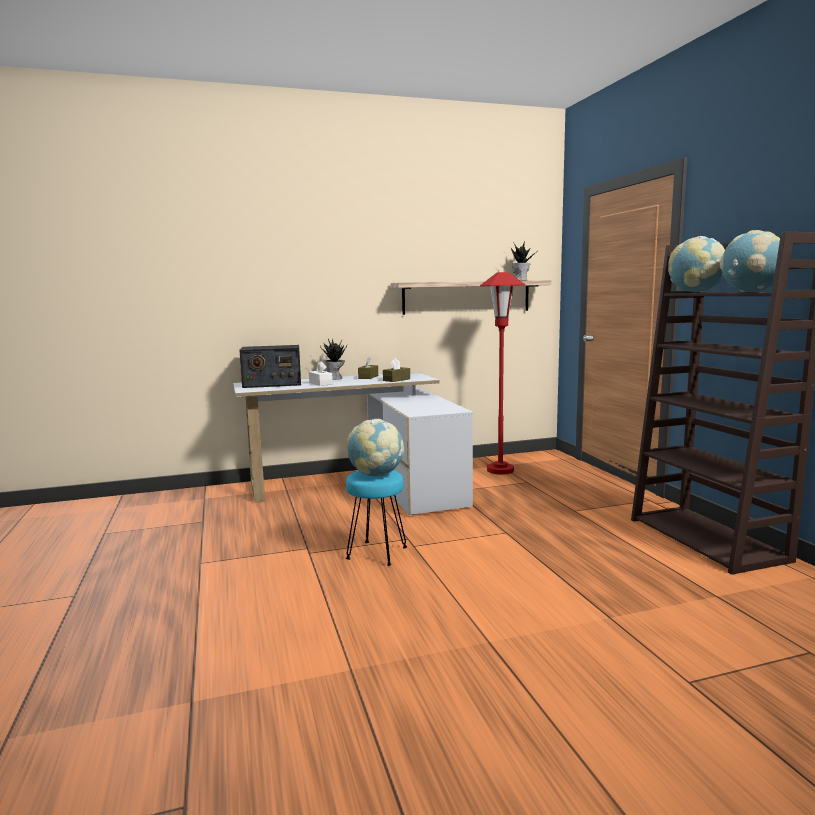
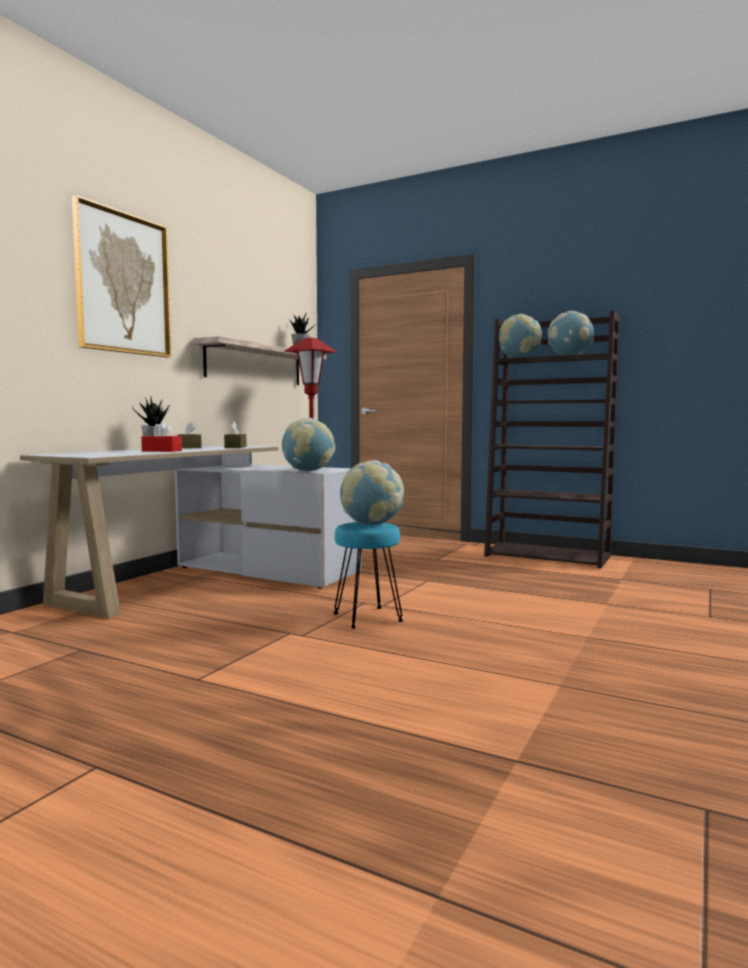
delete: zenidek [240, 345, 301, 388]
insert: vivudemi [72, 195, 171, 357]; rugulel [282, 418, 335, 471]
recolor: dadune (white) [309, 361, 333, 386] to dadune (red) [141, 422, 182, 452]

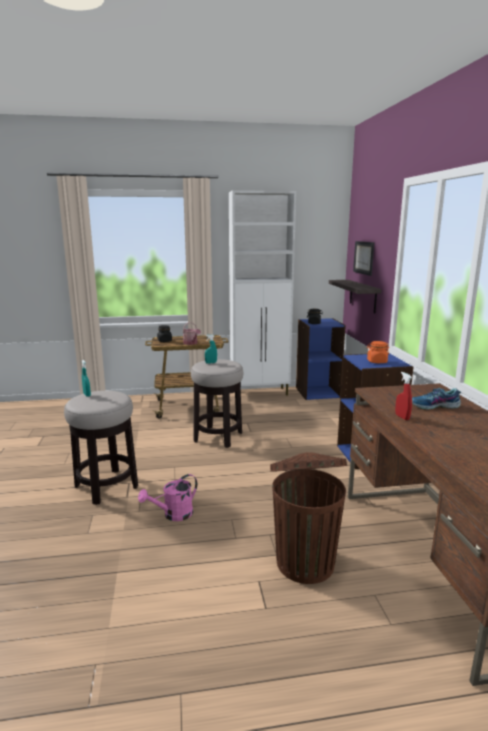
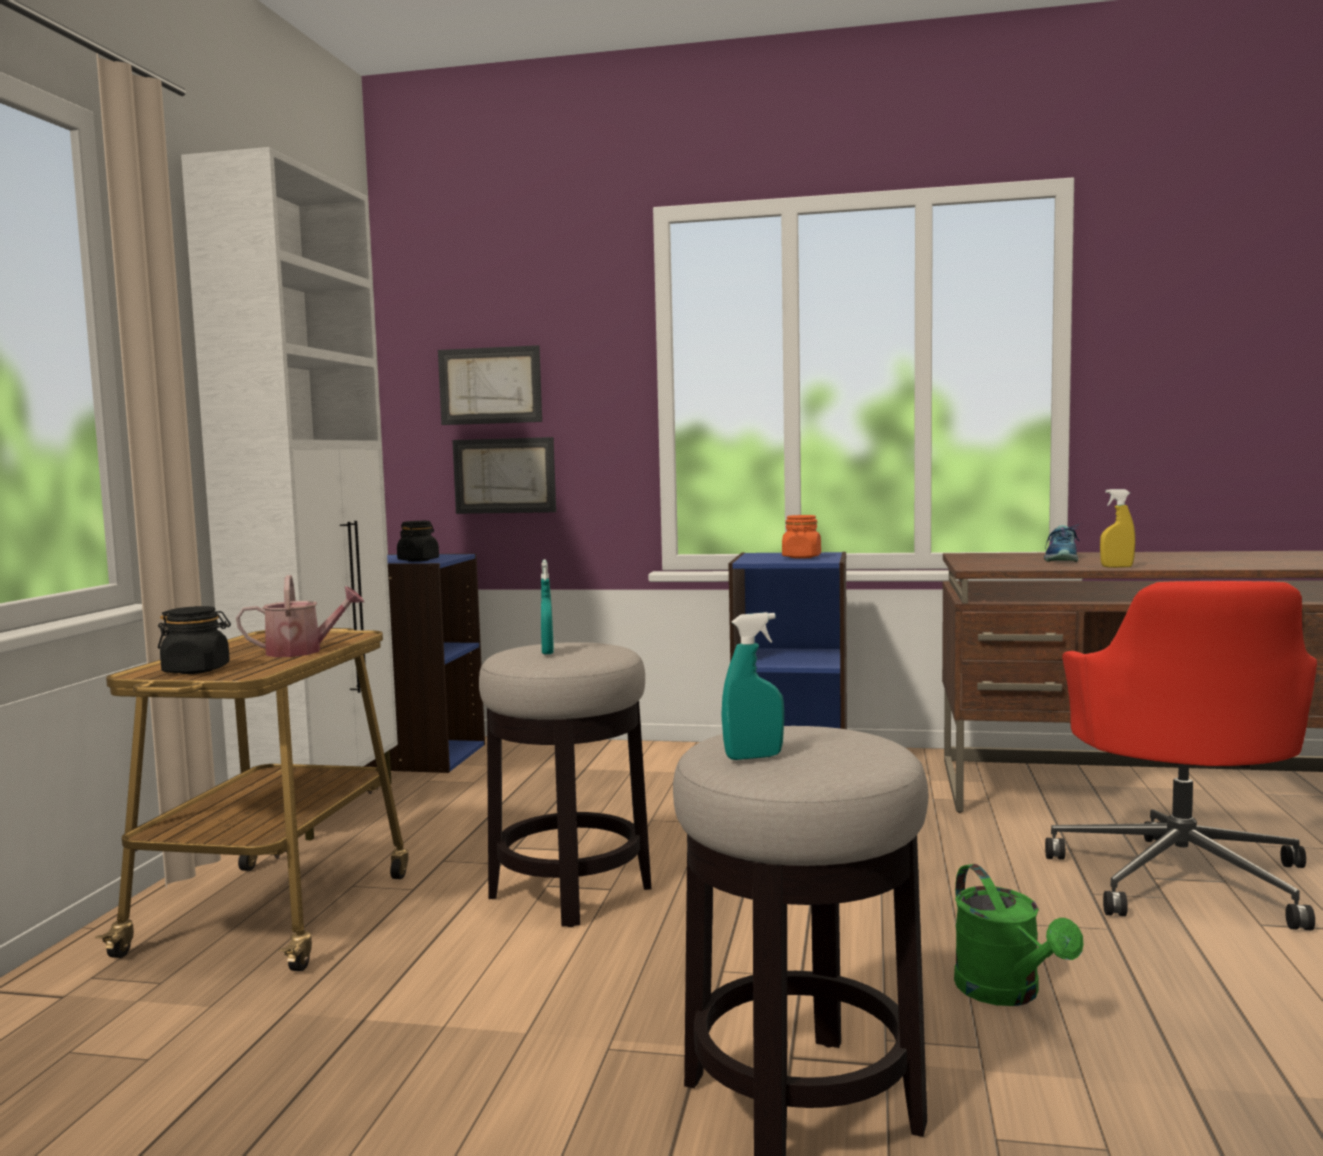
replace: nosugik [329, 280, 382, 314] to vivudemi [452, 437, 556, 514]; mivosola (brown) [270, 452, 347, 584] to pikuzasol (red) [1045, 581, 1317, 930]
recolor: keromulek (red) [395, 372, 412, 420] to keromulek (yellow) [1100, 489, 1135, 568]; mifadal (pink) [138, 474, 197, 521] to mifadal (green) [954, 864, 1084, 1006]

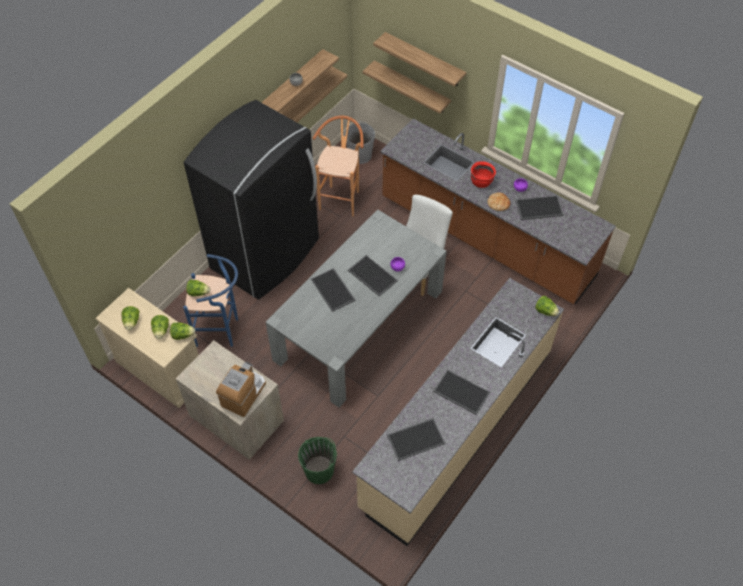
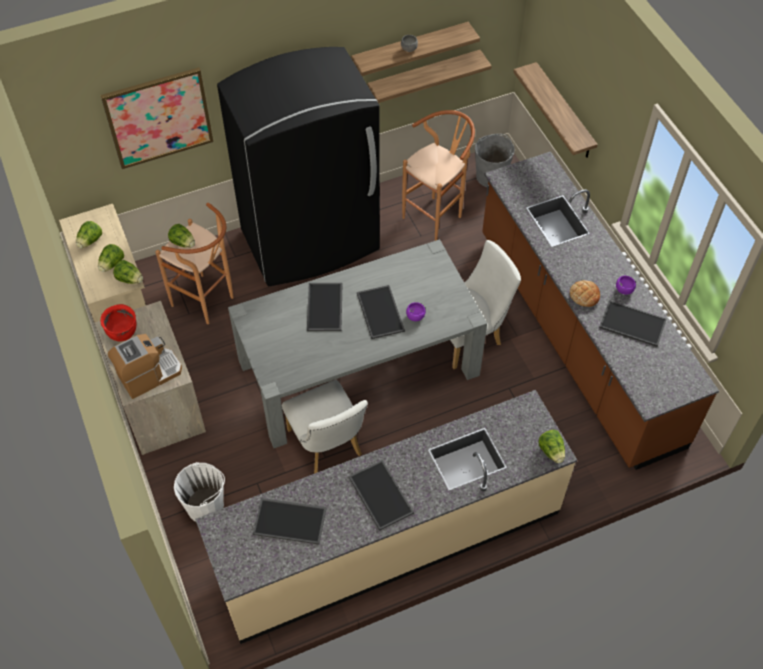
delete: nosugik [373, 32, 466, 87]
insert: vivudemi [100, 67, 214, 169]; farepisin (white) [282, 380, 368, 474]
move: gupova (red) [471, 161, 496, 188] to [101, 304, 137, 342]
recolor: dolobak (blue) [183, 254, 238, 347] to dolobak (brown) [155, 203, 234, 324]; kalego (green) [298, 437, 337, 484] to kalego (white) [174, 462, 225, 522]

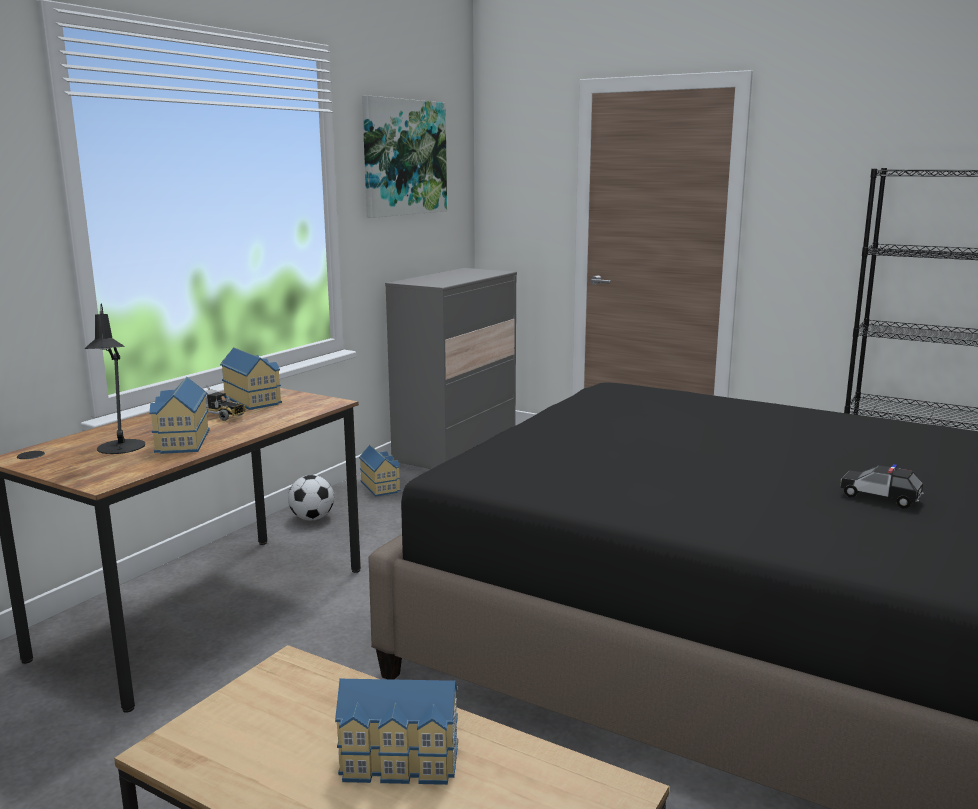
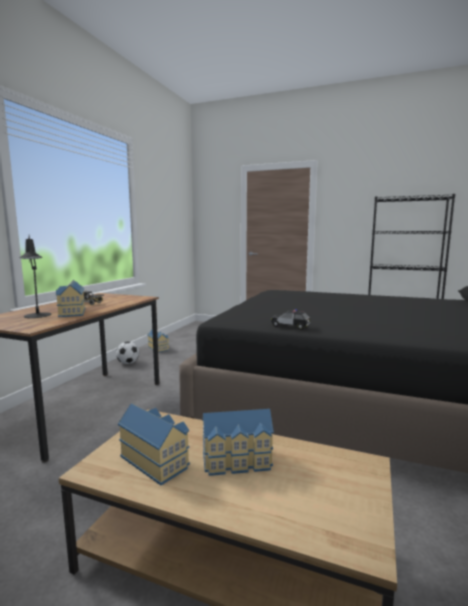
delete: vivudemi [362, 95, 447, 218]; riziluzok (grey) [385, 268, 517, 469]
move: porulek [220, 347, 282, 410] to [118, 403, 190, 485]; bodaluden [840, 464, 924, 509] to [271, 309, 311, 330]

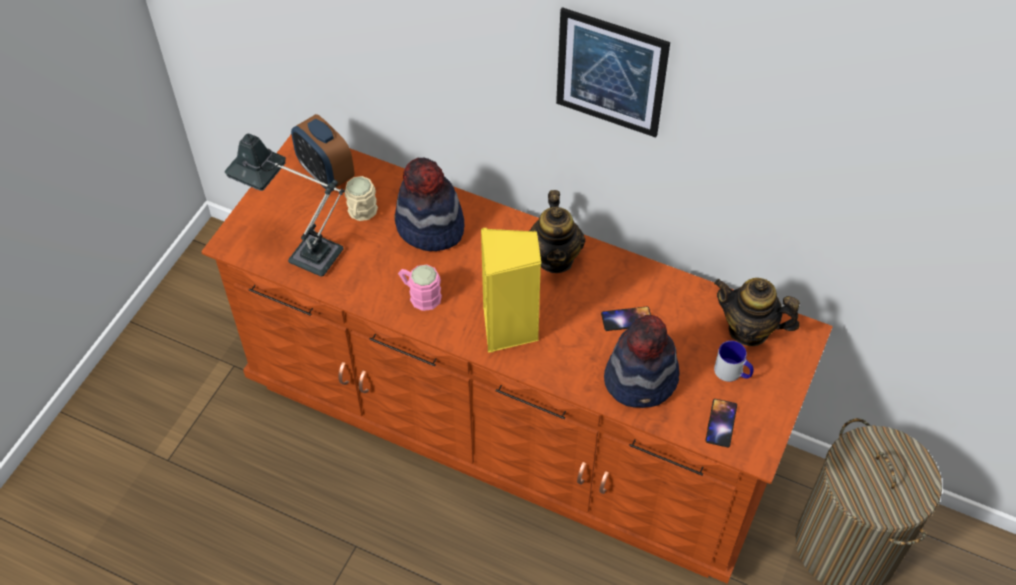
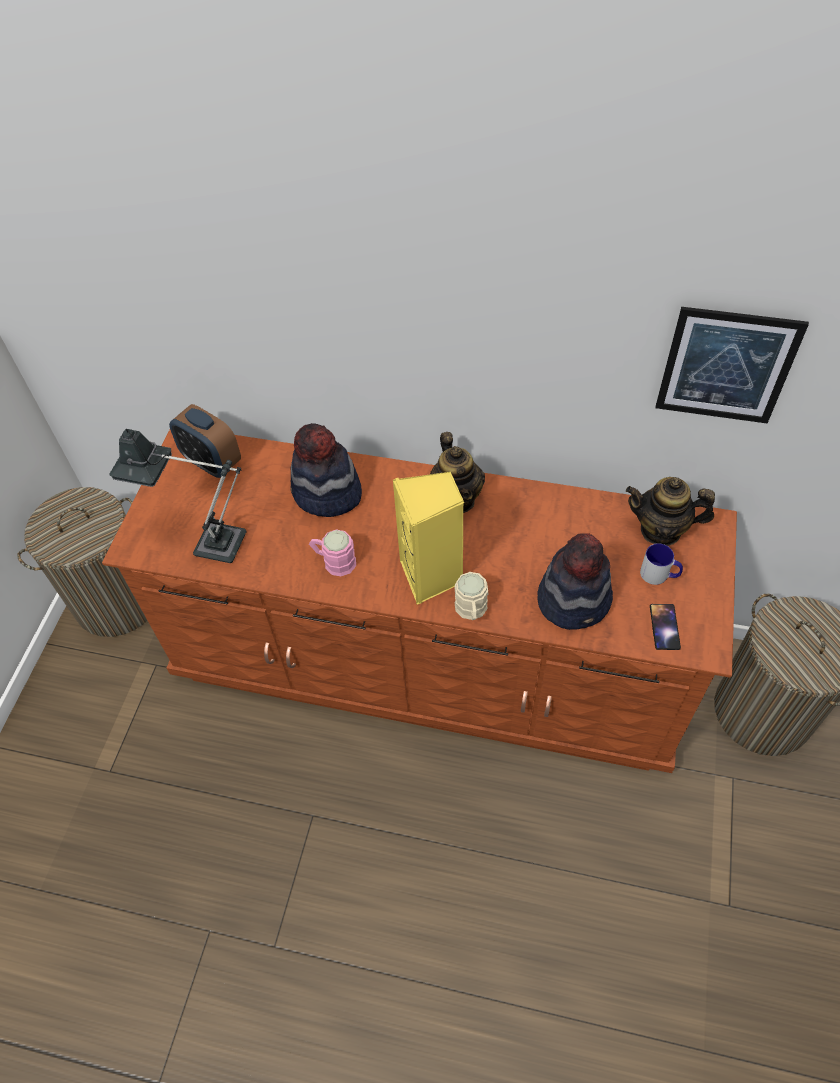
delete: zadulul [601, 307, 651, 331]
insert: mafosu [17, 487, 147, 637]
move: vivudemi [556, 7, 670, 138] to [655, 307, 809, 424]; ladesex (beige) [345, 176, 378, 221] to [455, 572, 488, 620]

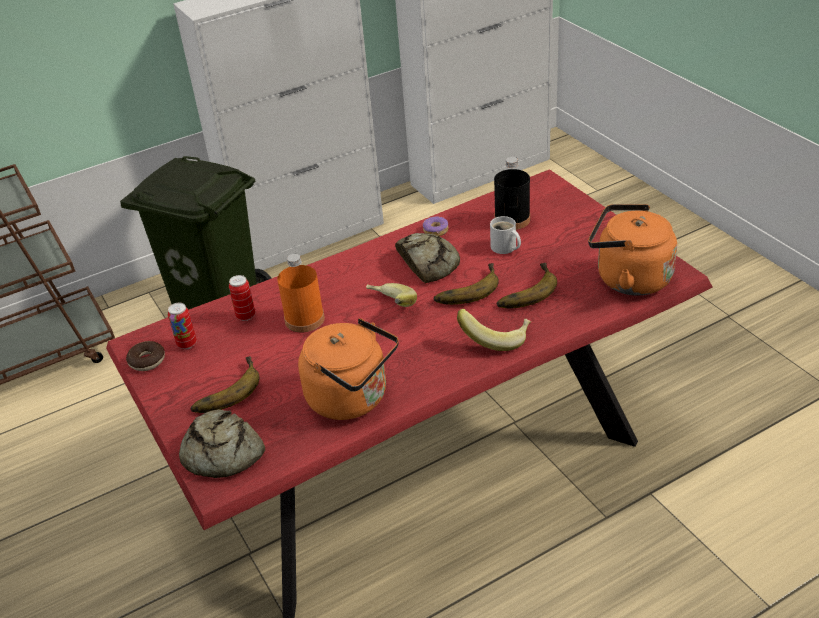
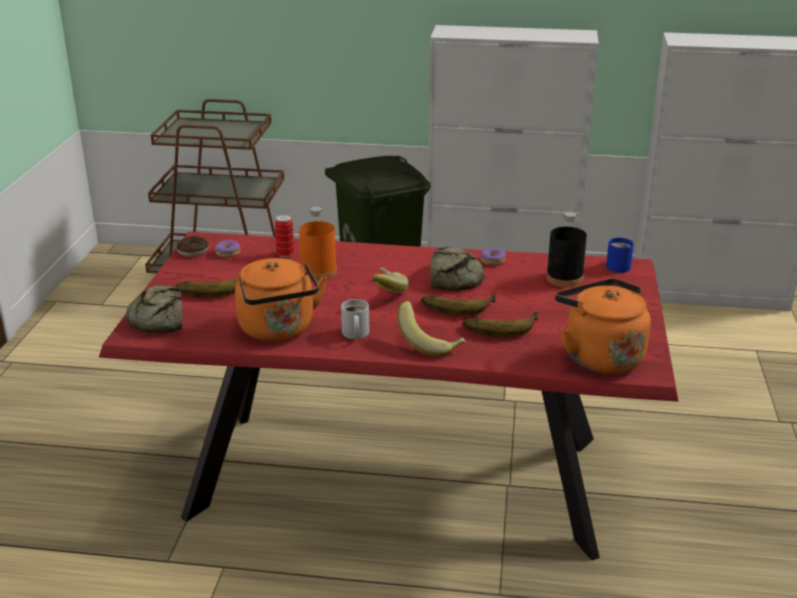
insert: ladesex (blue) [606, 238, 634, 273]
move: ladesex (white) [490, 216, 521, 254] to [341, 299, 369, 339]
replace: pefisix [168, 303, 197, 349] to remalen [215, 240, 240, 258]

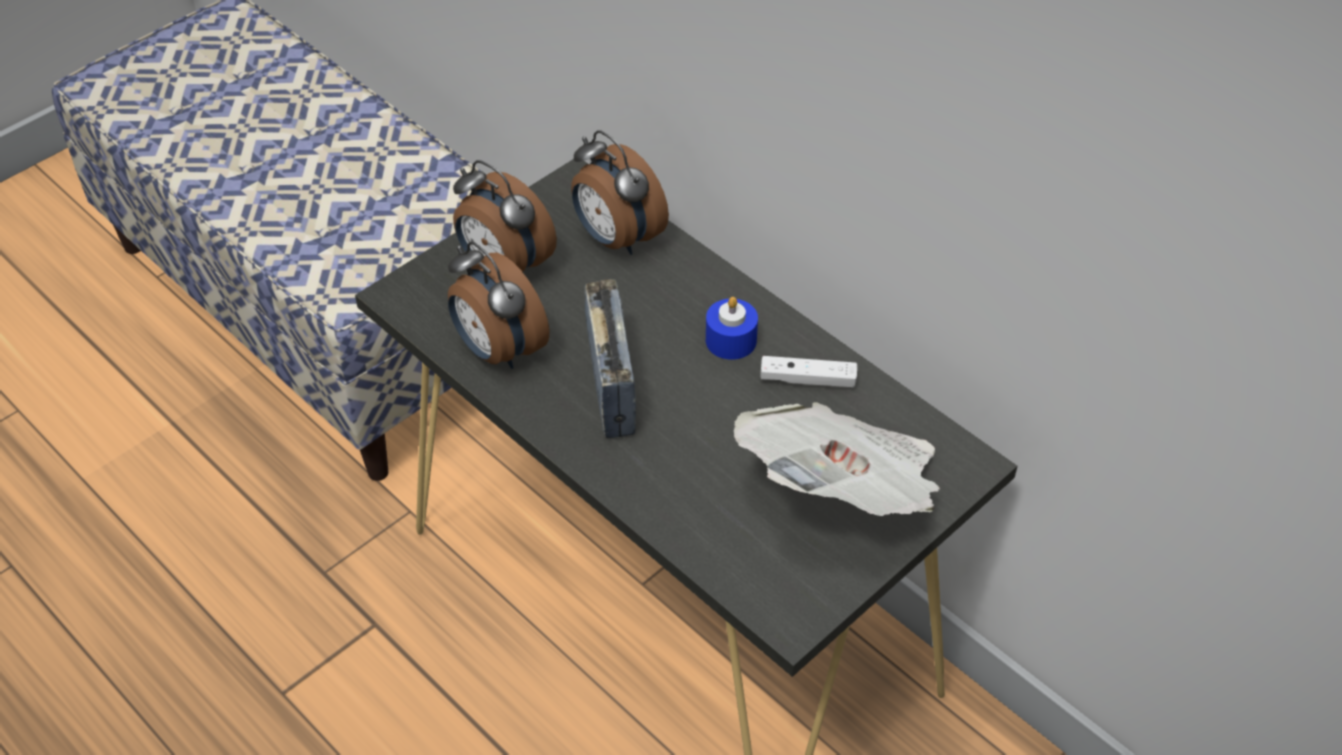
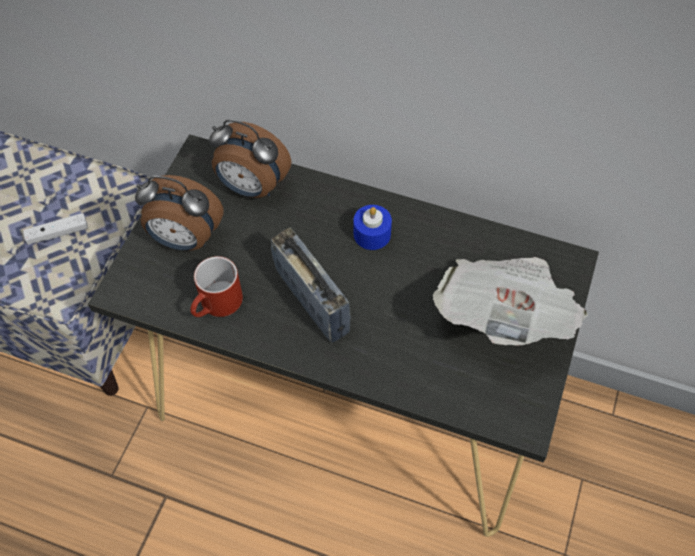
move: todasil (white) [760, 356, 857, 388] to [23, 213, 88, 245]
replace: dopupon [448, 241, 550, 369] to ladesex (red) [190, 256, 243, 317]

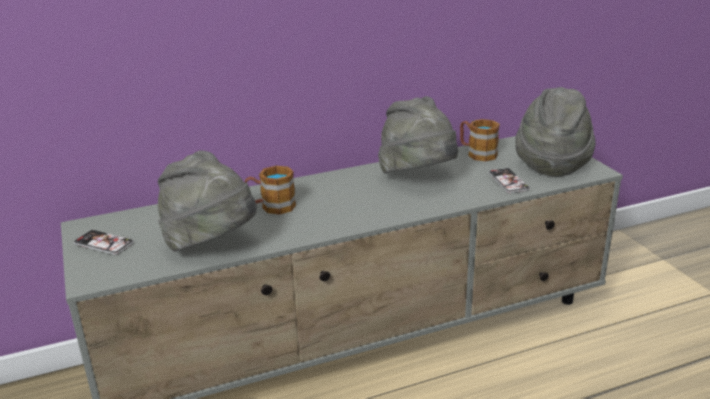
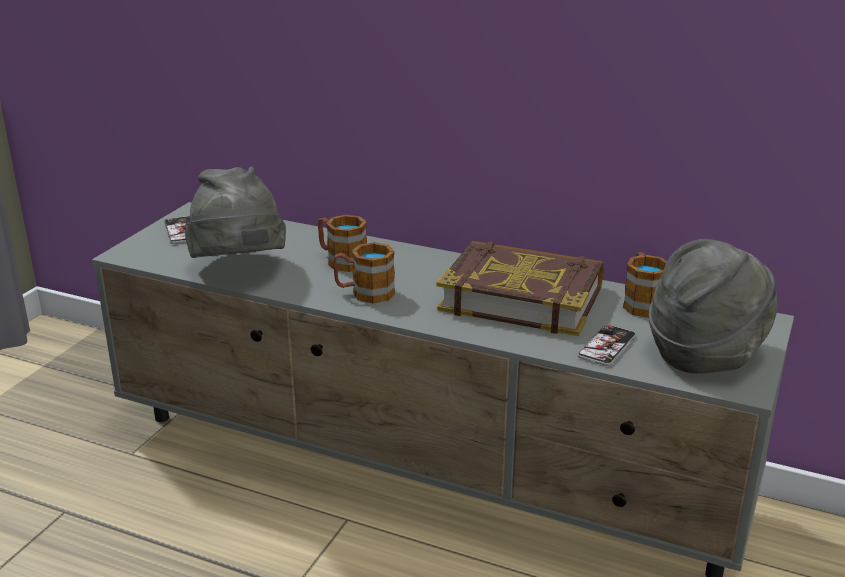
insert: ladesex [333, 242, 395, 303]
replace: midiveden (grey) [378, 96, 458, 174] to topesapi [437, 241, 604, 336]

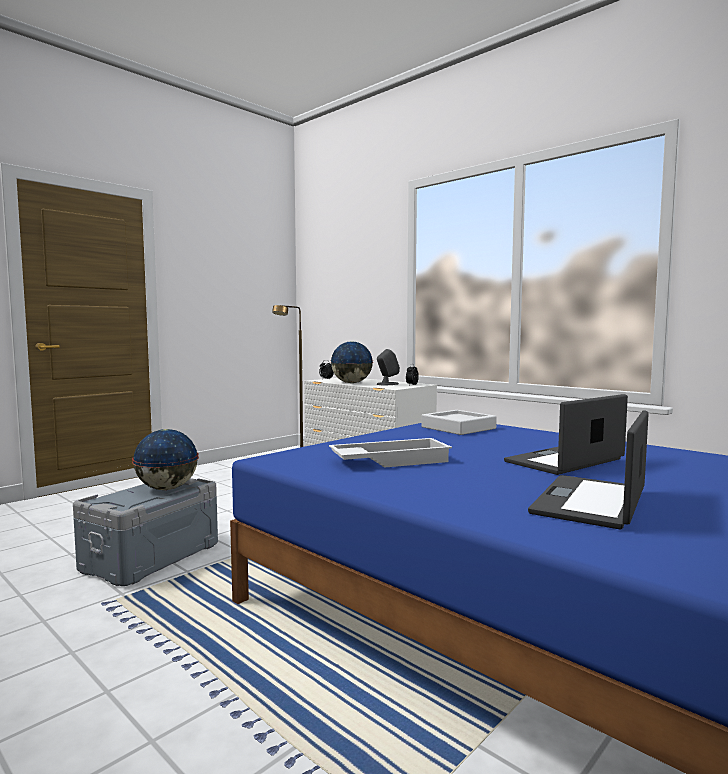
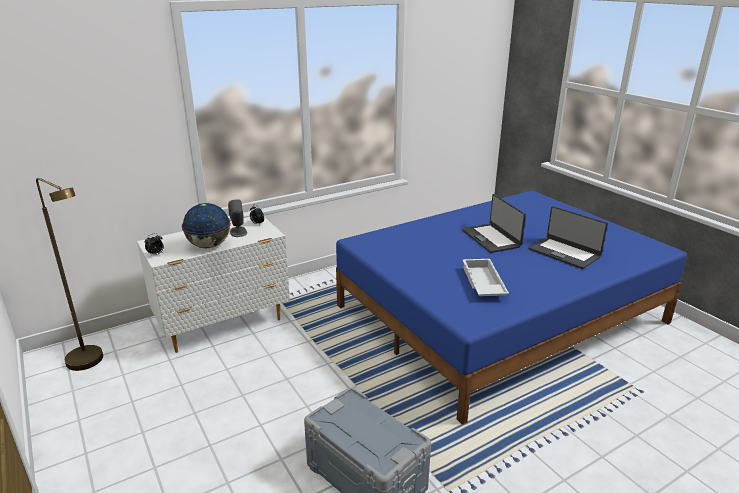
delete: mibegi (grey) [421, 410, 497, 435]; rugulel [132, 429, 199, 490]

